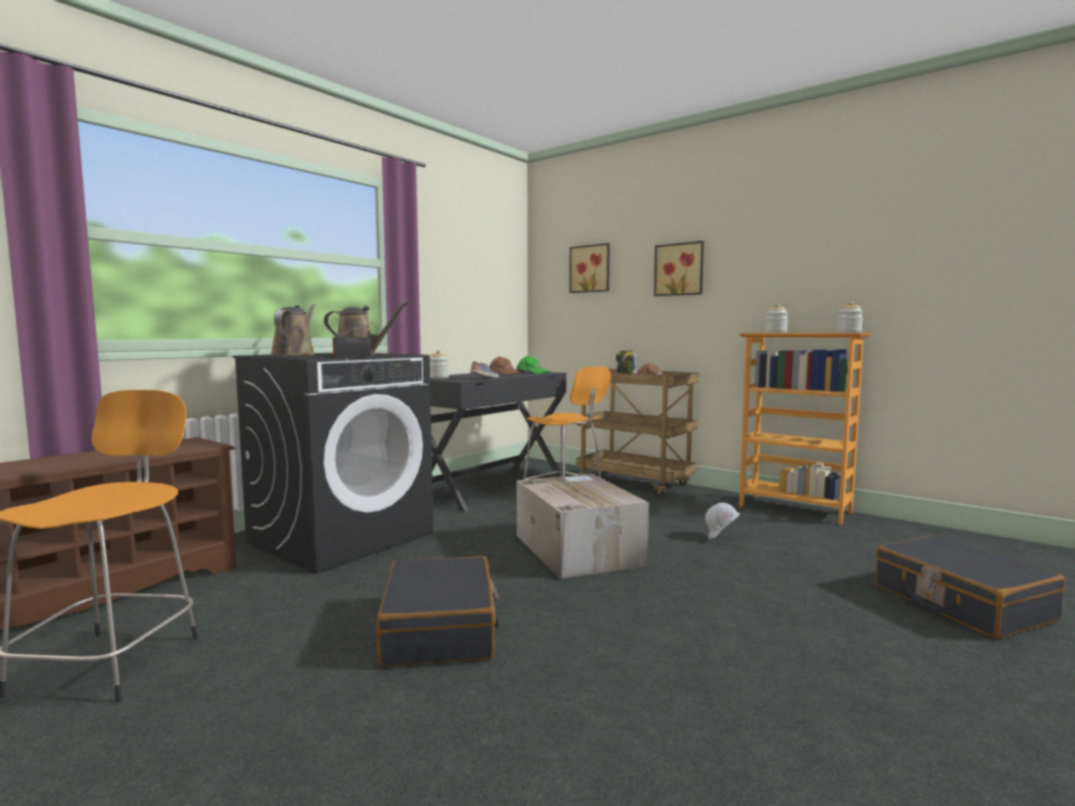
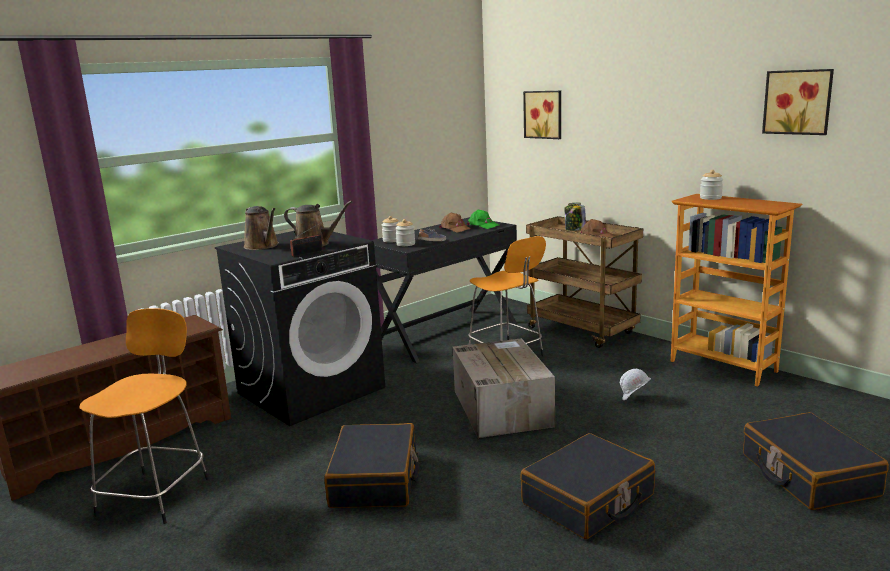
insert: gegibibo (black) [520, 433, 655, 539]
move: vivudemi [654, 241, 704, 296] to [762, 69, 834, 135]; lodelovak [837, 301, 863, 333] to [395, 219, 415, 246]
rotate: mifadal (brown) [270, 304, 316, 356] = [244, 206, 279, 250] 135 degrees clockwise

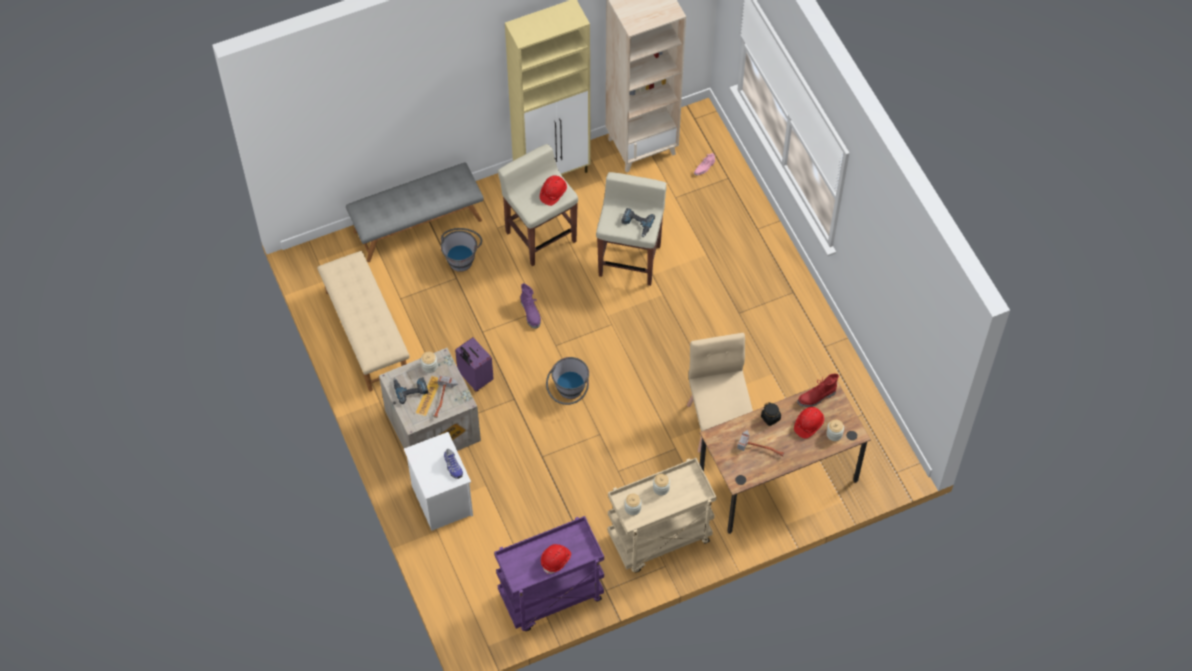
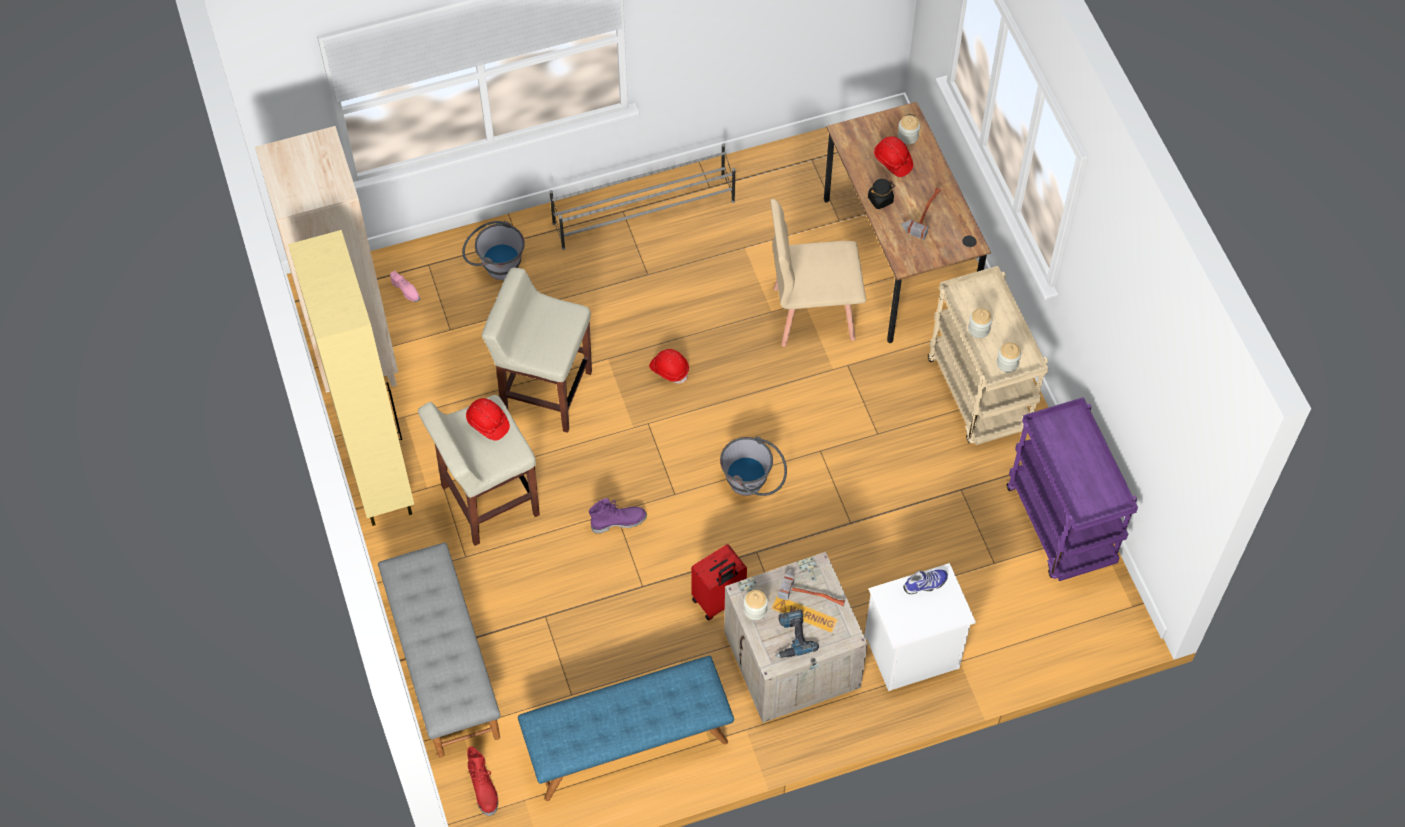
delete: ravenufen [621, 208, 655, 238]
insert: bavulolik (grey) [549, 143, 735, 250]
move: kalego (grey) [441, 228, 482, 272] to [462, 221, 525, 280]; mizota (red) [797, 374, 839, 407] to [467, 746, 498, 816]; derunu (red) [541, 544, 571, 574] to [649, 349, 689, 384]
recolor: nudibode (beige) [317, 251, 410, 392] to nudibode (blue) [518, 656, 734, 801]; gegibibo (purple) [455, 337, 494, 391] to gegibibo (red) [691, 544, 747, 621]

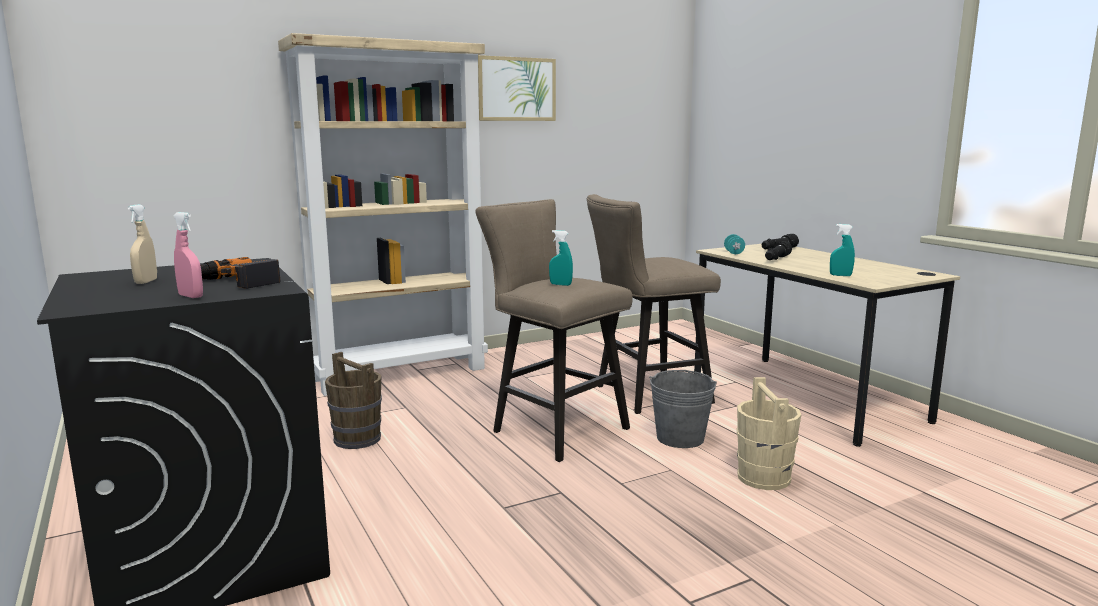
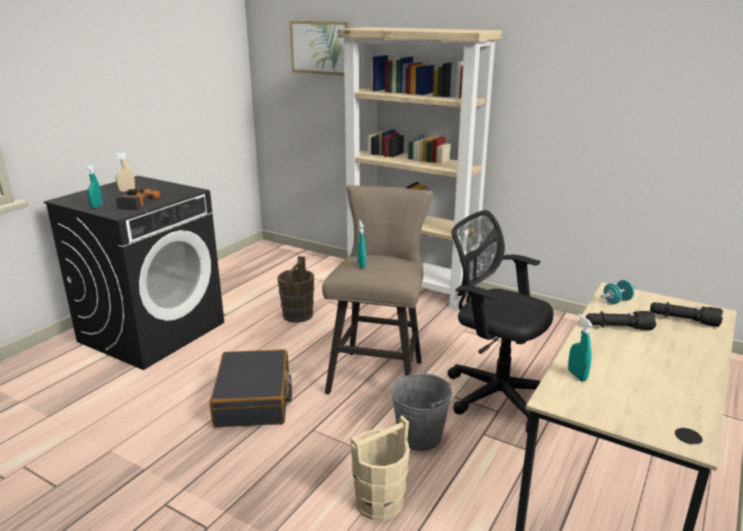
insert: gegibibo (black) [210, 349, 292, 427]
move: vivudemi [478, 55, 556, 121] to [290, 21, 350, 76]
replace: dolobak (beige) [587, 194, 721, 414] to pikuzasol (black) [447, 210, 553, 433]
recolor: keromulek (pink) [174, 212, 203, 298] to keromulek (turquoise) [85, 164, 103, 208]

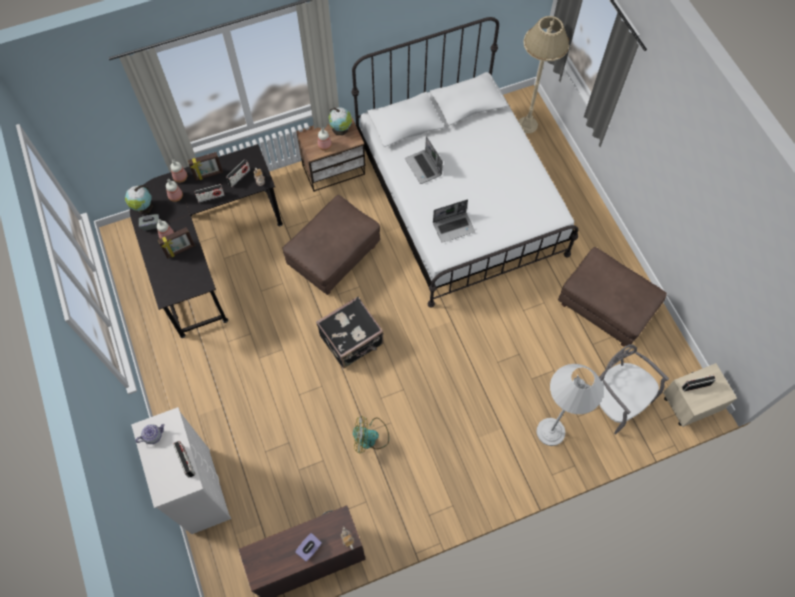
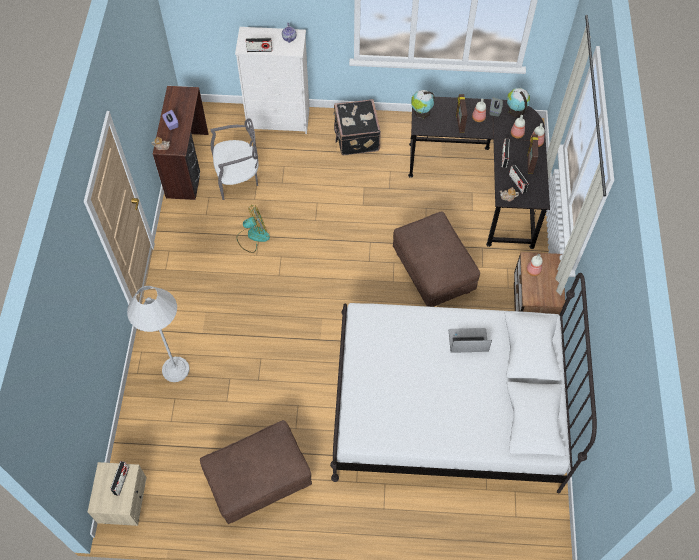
delete: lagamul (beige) [518, 16, 570, 134]; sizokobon [433, 199, 475, 243]
move: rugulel [328, 107, 352, 135] to [411, 90, 435, 118]; gegibibo (black) [316, 296, 384, 369] to [333, 99, 381, 155]; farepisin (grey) [599, 344, 669, 435] to [210, 119, 259, 200]
rotate: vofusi [353, 416, 389, 454] = [237, 205, 270, 253] 45 degrees clockwise

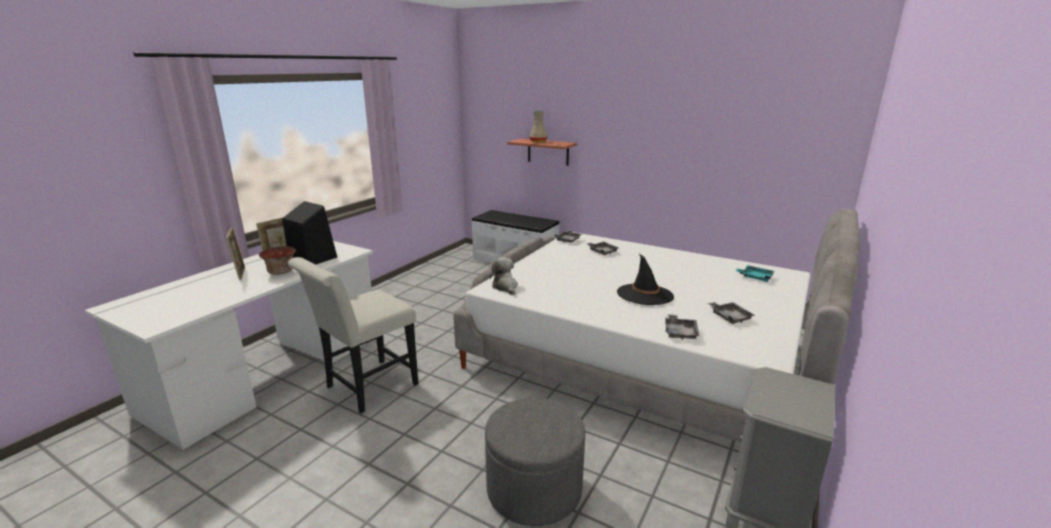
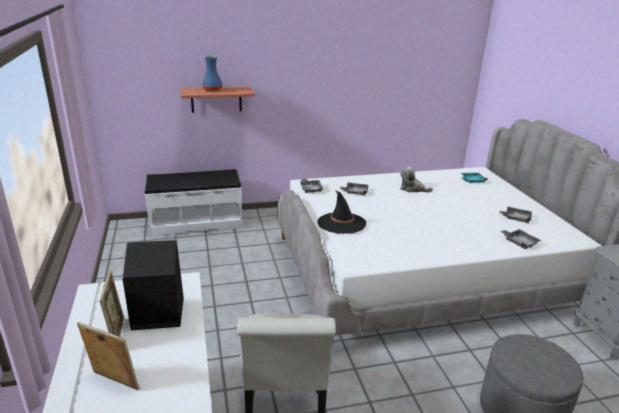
delete: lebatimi [259, 246, 296, 275]
move: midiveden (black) [617, 254, 674, 305] to [318, 190, 366, 234]; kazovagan [489, 257, 518, 295] to [400, 167, 433, 192]
recolor: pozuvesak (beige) [529, 111, 547, 142] to pozuvesak (blue) [202, 56, 222, 92]

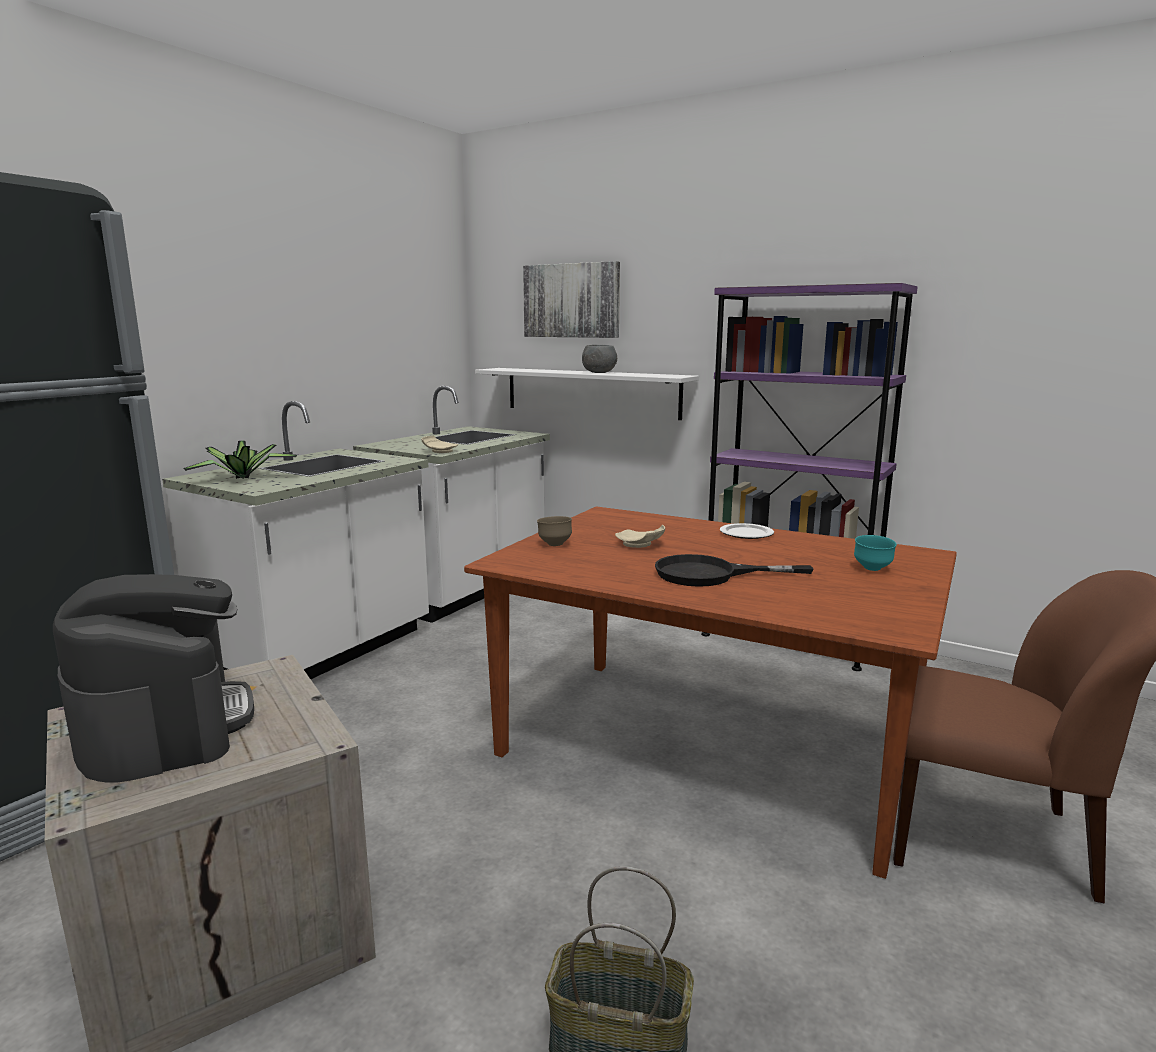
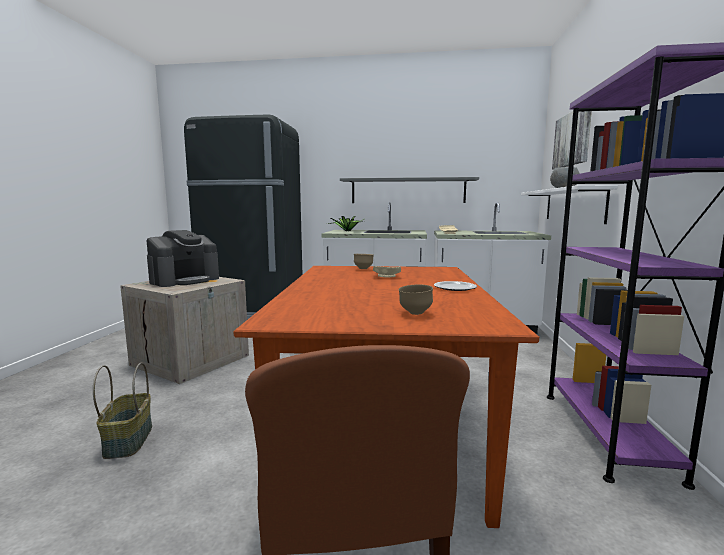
delete: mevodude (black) [655, 554, 814, 587]
insert: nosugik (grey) [340, 177, 479, 203]
recolor: lebatimi (turquoise) [854, 535, 897, 571] to lebatimi (brown) [398, 285, 433, 315]

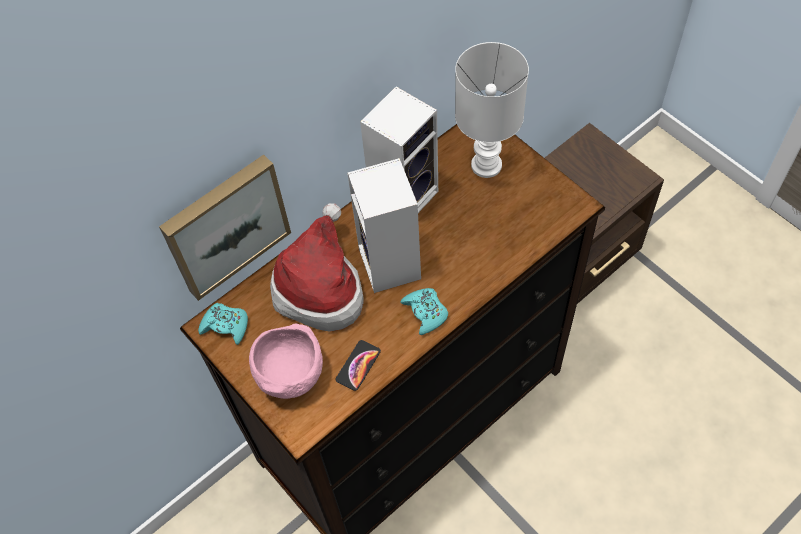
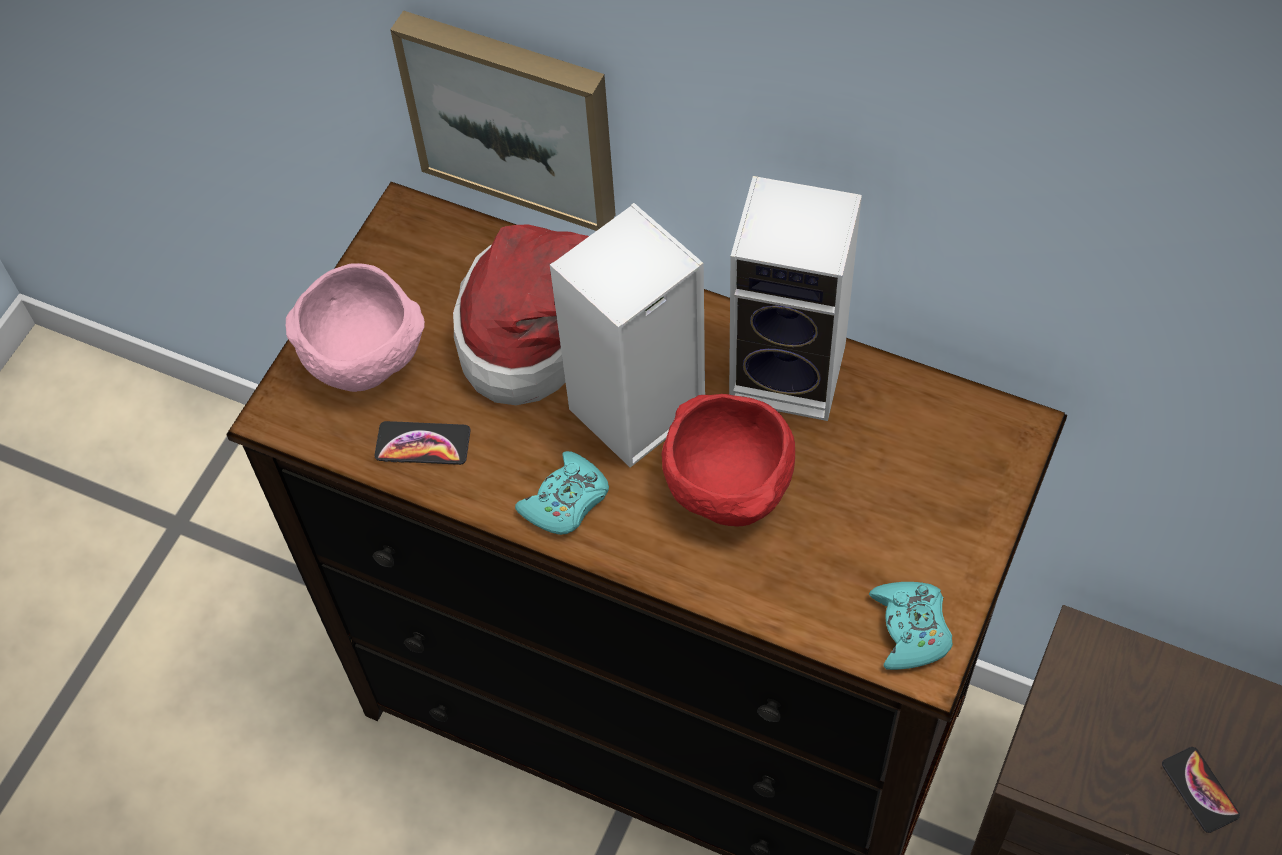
delete: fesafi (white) [455, 42, 529, 178]
insert: lebatimi (red) [661, 394, 795, 526]; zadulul [1162, 747, 1240, 833]
move: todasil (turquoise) [198, 303, 248, 345] to [869, 582, 953, 670]

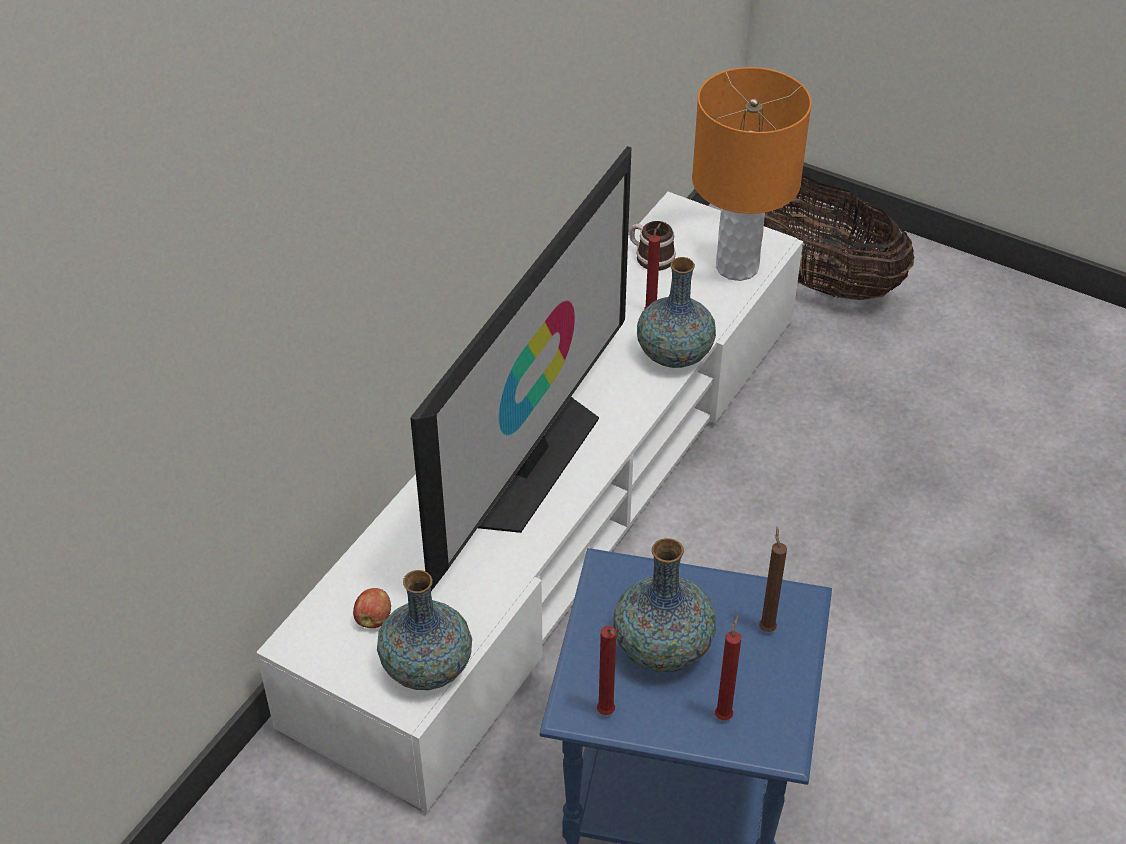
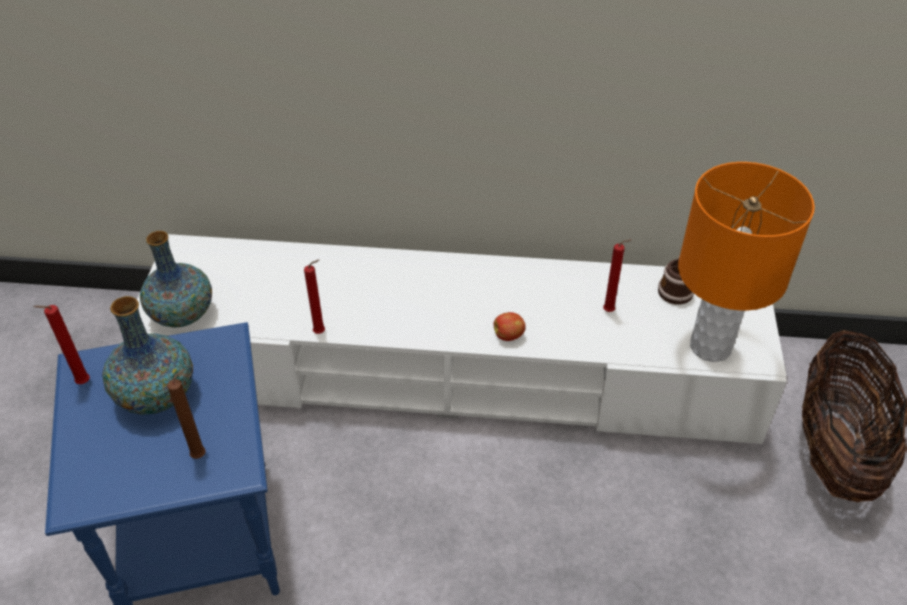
delete: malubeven [410, 146, 632, 591]; pozuvesak [637, 257, 716, 368]
move: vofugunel [353, 588, 391, 628] to [494, 312, 525, 341]; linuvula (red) [715, 615, 741, 720] to [304, 260, 325, 334]

